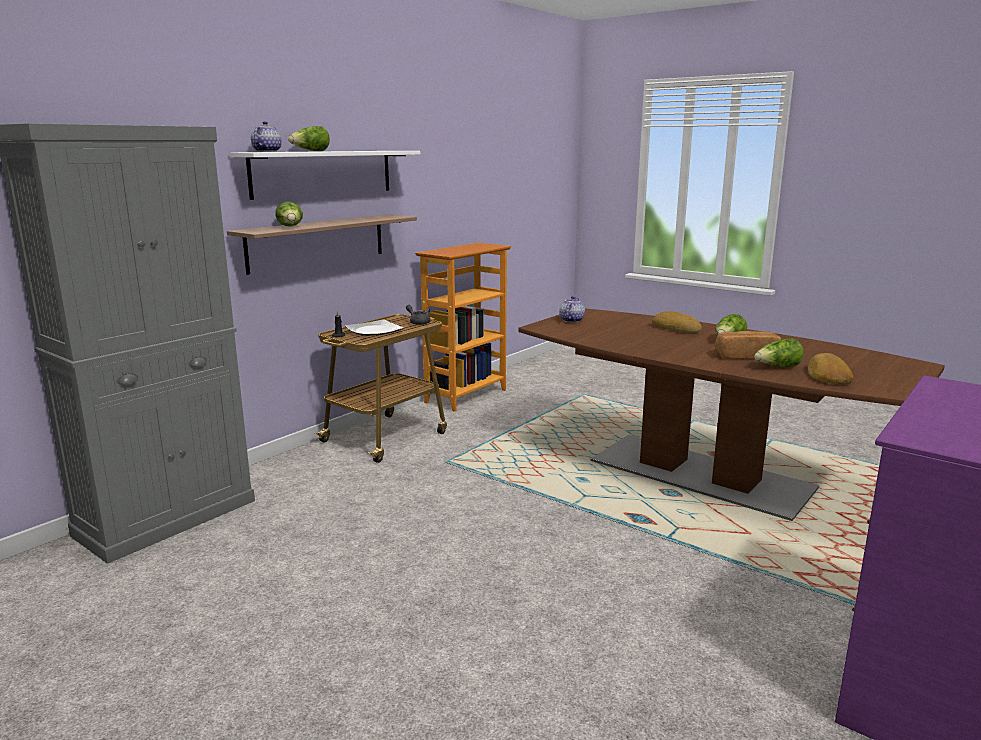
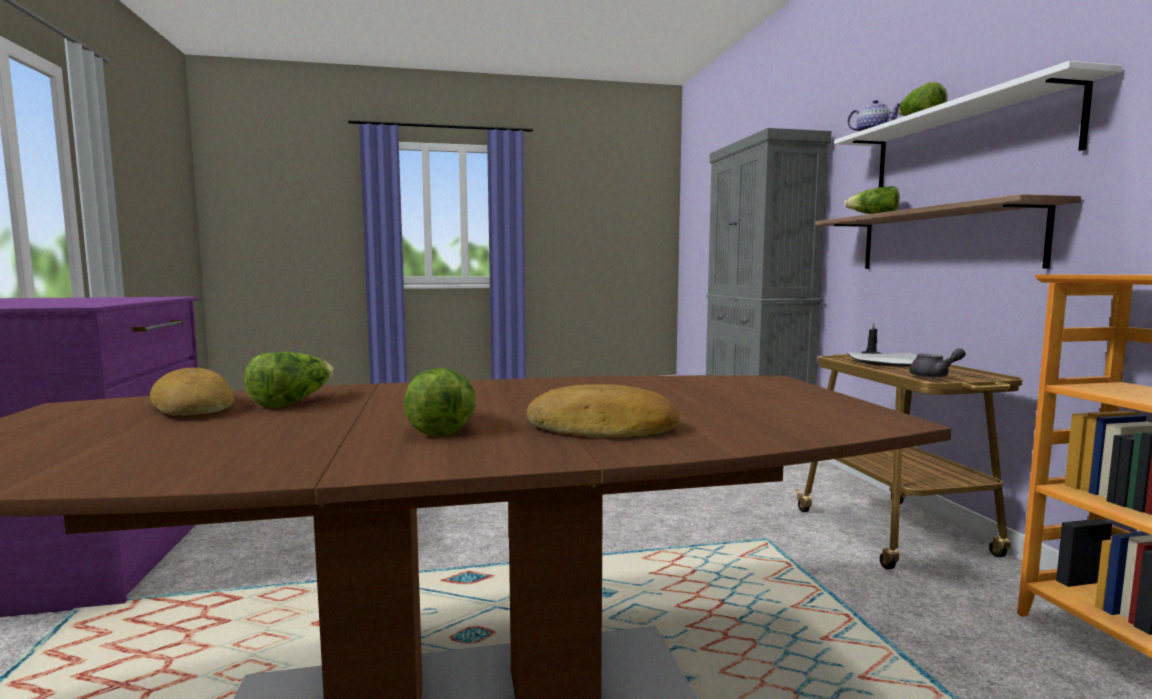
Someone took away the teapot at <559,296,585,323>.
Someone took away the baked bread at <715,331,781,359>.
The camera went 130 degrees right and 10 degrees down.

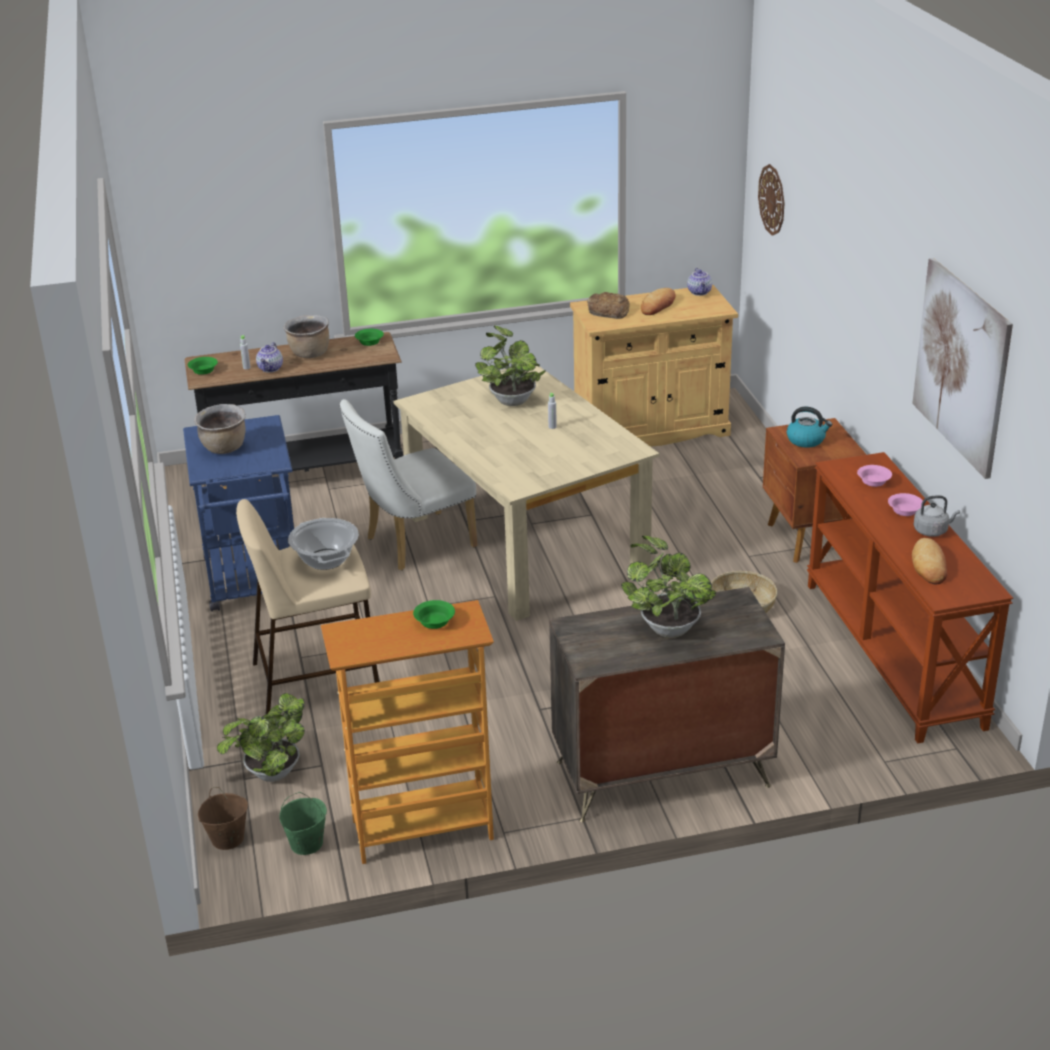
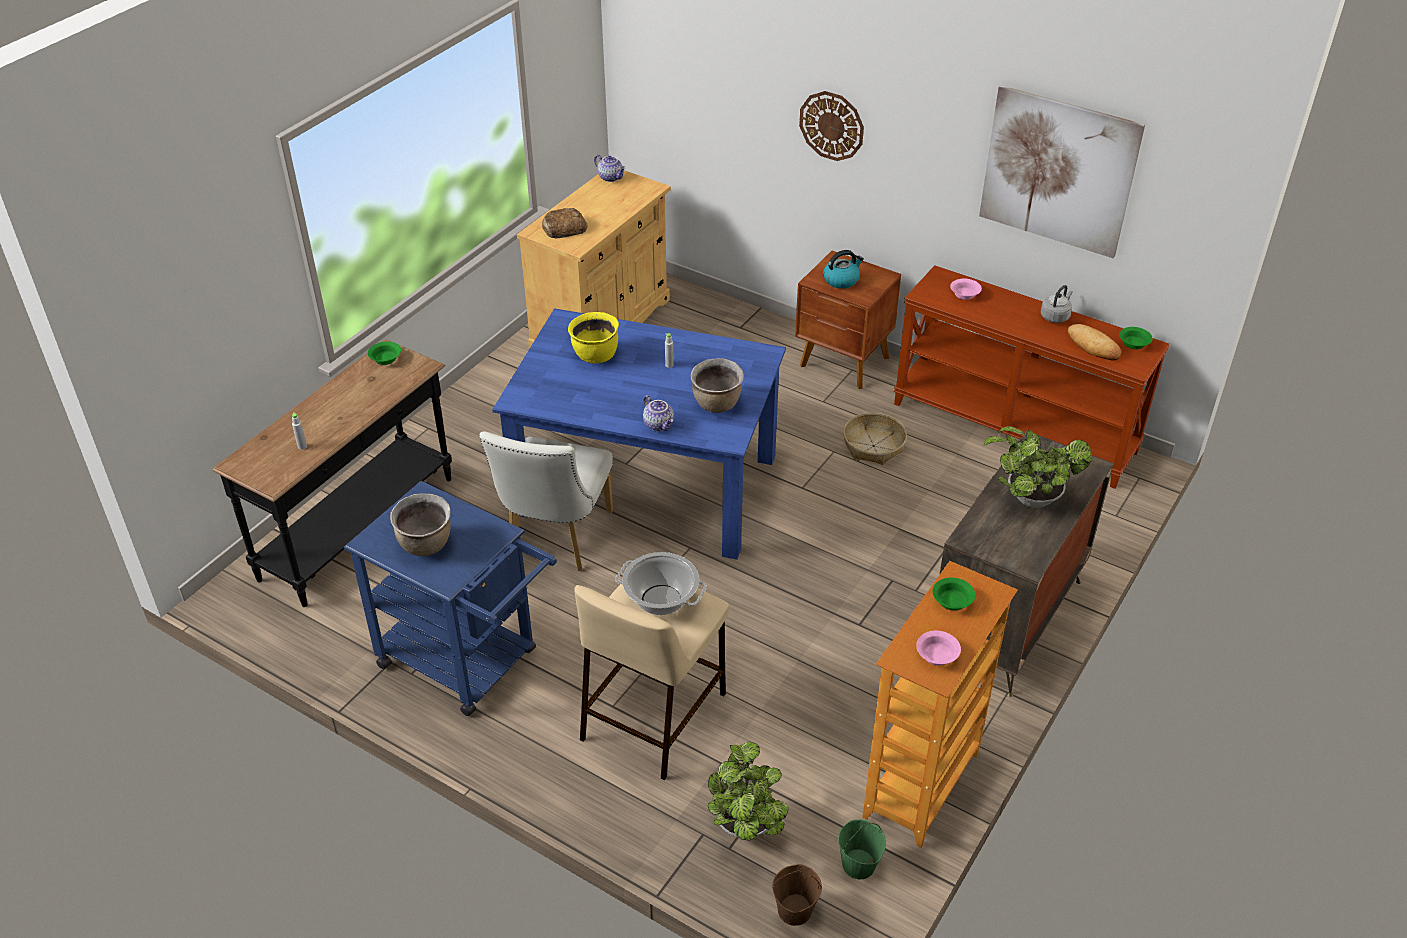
Someone carried the serving bowl in greenish from <188,357,218,375> to <1119,327,1153,349>.
Someone carried the teapot from <256,342,283,373> to <643,395,674,431>.
Someone carried the stockpot in brown-coloured from <283,315,329,358> to <691,358,744,413>.
Someone repainted the kitchen table in beige-coloured at <393,366,660,621>, which became the kitchen table in blue at <492,308,786,560>.
Someone swapped the plant in a pot at <475,326,545,406> for the stockpot in yellow at <568,312,619,364>.
Someone took away the baked bread at <641,288,676,315>.
Someone carried the wall clock from <758,164,784,236> to <799,91,864,161>.
Someone carried the serving bowl in pink from <888,493,923,516> to <916,631,961,666>.
The camera went 45 degrees left and 10 degrees up.

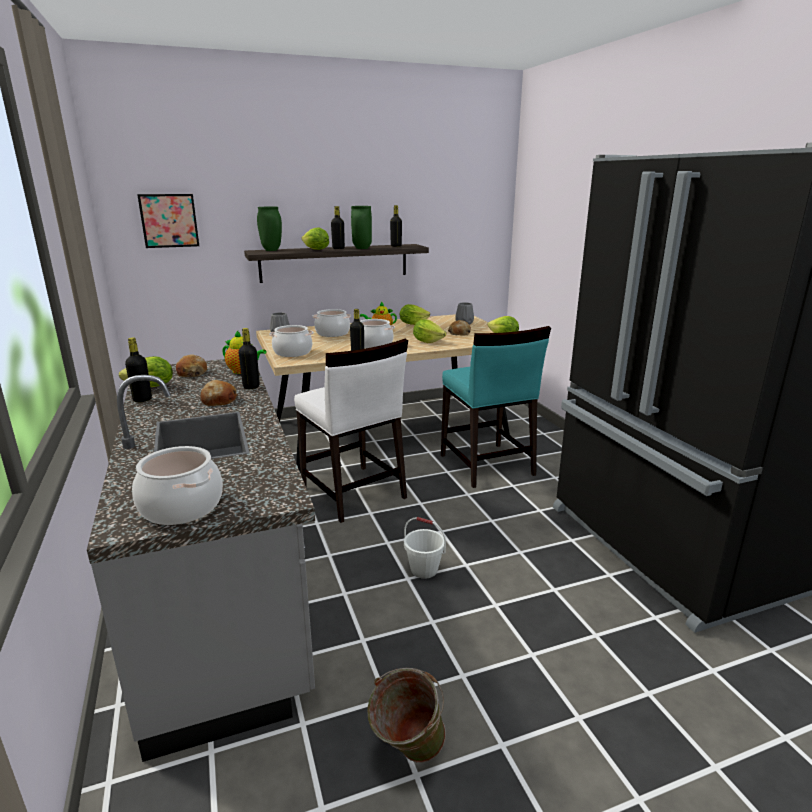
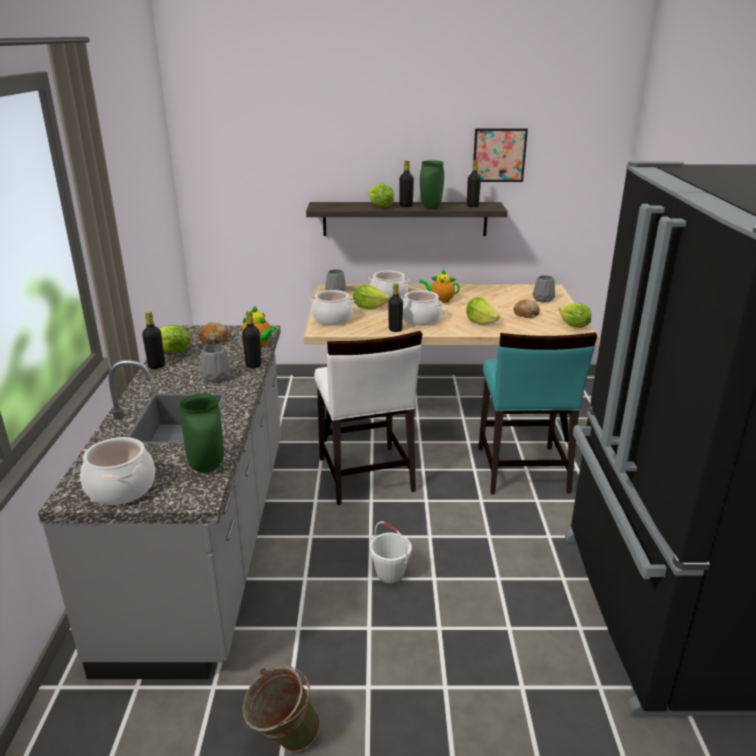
Someone carried the wall picture from <137,194,199,248> to <473,128,528,182>.
Someone swapped the baked bread at <200,380,238,406> for the flower vase in grey at <201,345,231,383>.
Someone carried the flower vase in greenish from <257,207,282,251> to <179,394,224,473>.
Someone carried the head of lettuce from <400,304,430,325> to <353,284,390,310>.
The camera went 20 degrees right and 5 degrees up.

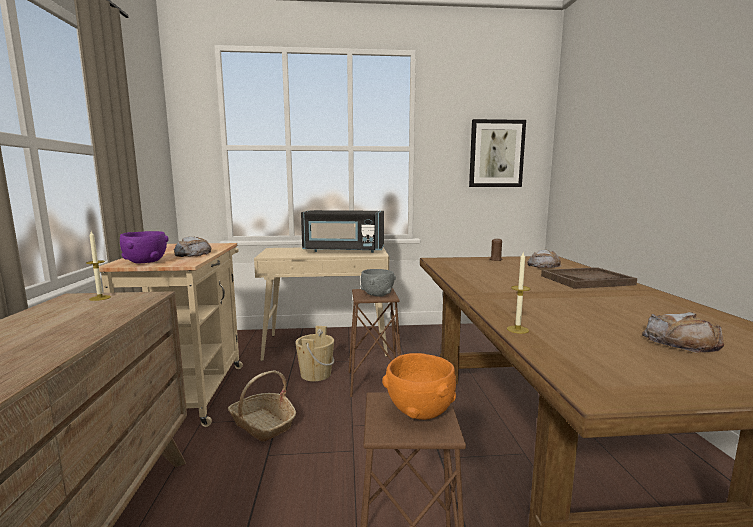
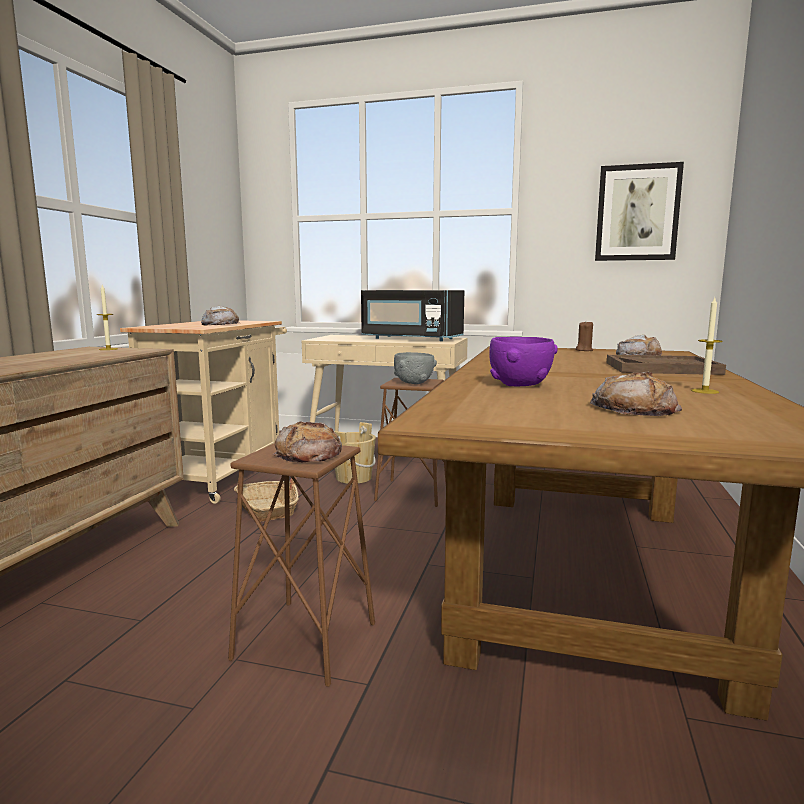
Someone carried the serving bowl in purple-coloured from <120,231,169,264> to <489,337,558,386>.
Someone swapped the serving bowl in orangey at <382,353,456,420> for the baked bread at <272,421,342,462>.
Someone carried the candle from <507,253,530,334> to <691,298,723,394>.
The camera went 20 degrees right and 0 degrees up.

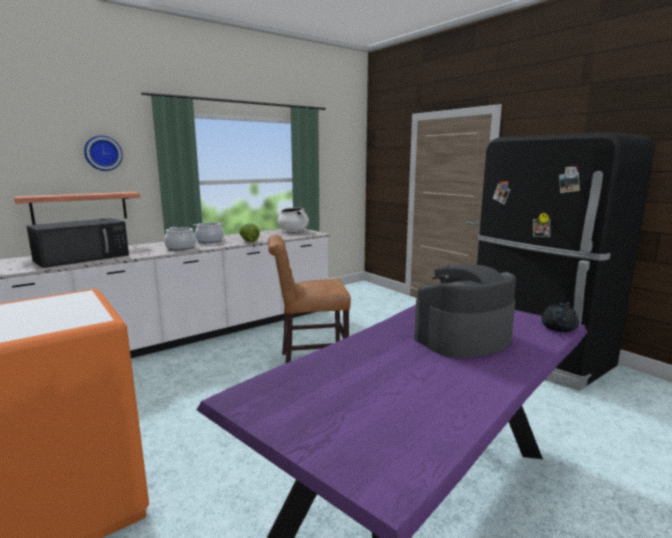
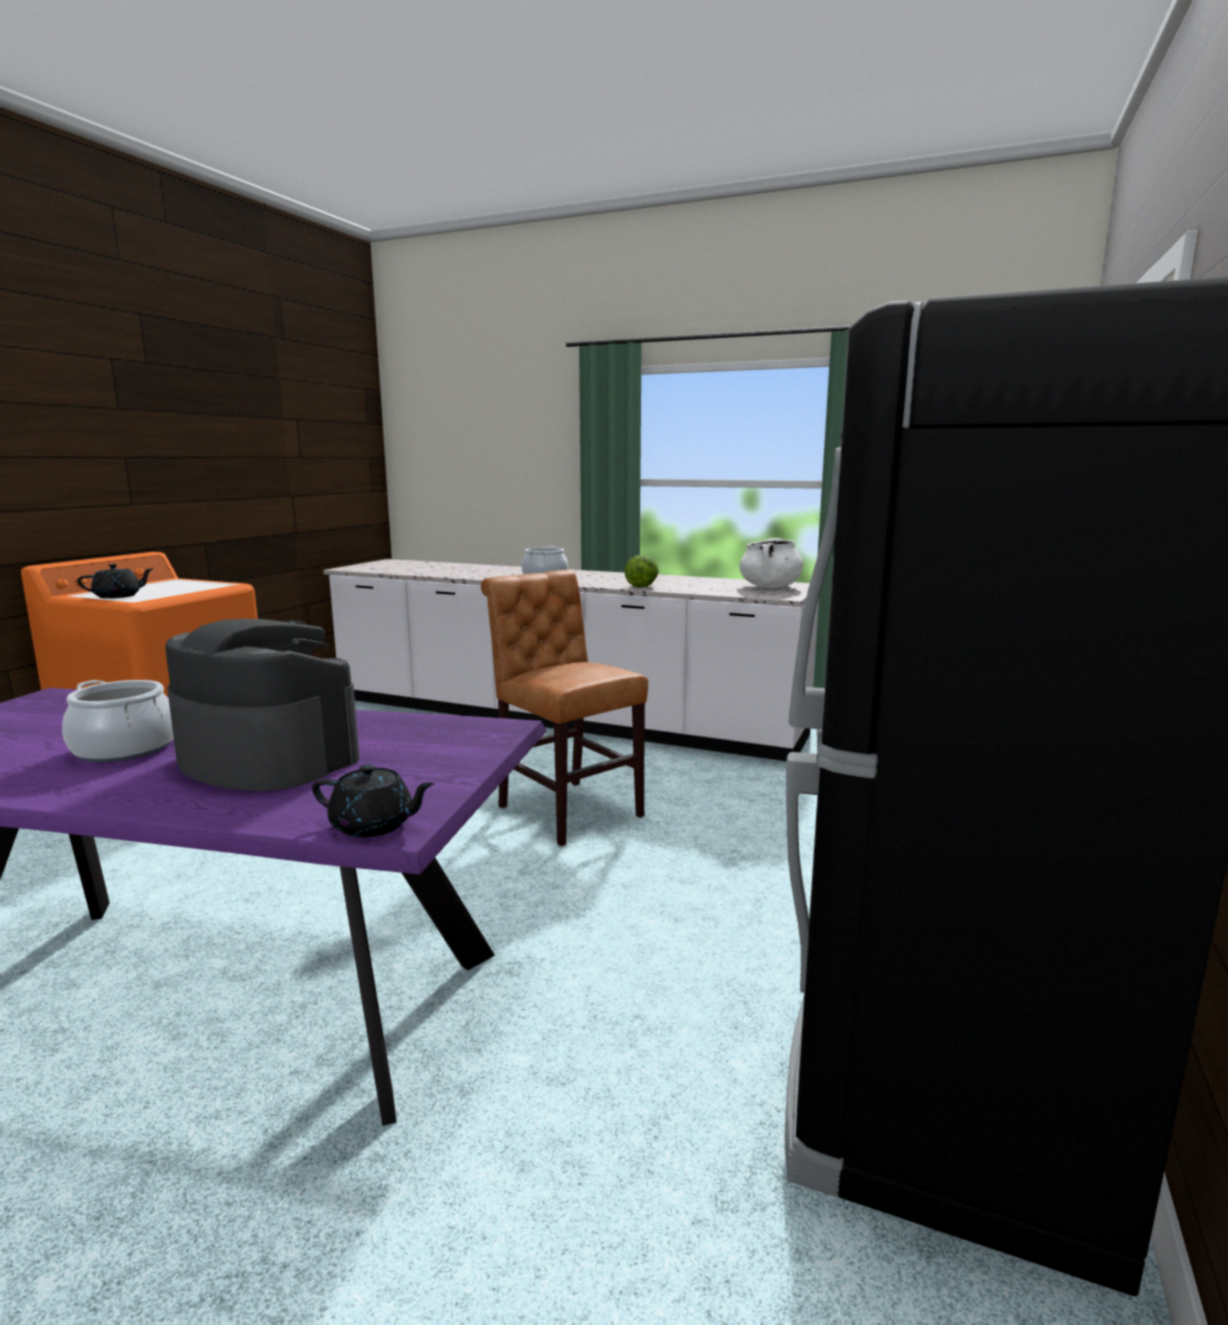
Someone took away the shelf at <14,192,140,225>.
Someone took away the microwave oven in black at <26,218,129,268>.
Someone took away the wall clock at <84,135,123,171>.
Someone carried the stockpot from <193,222,224,243> to <62,680,174,762>.
Someone put down the teapot in black at <77,564,154,599>.
The camera went 60 degrees right and 0 degrees up.

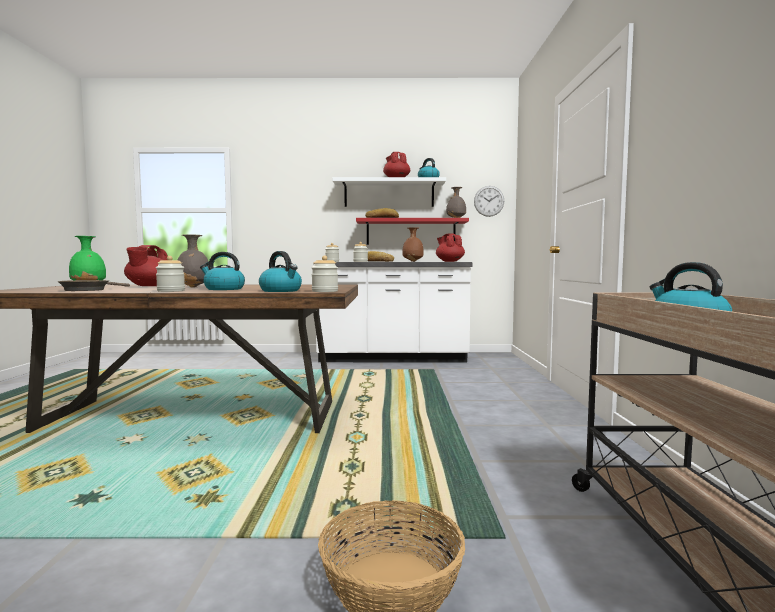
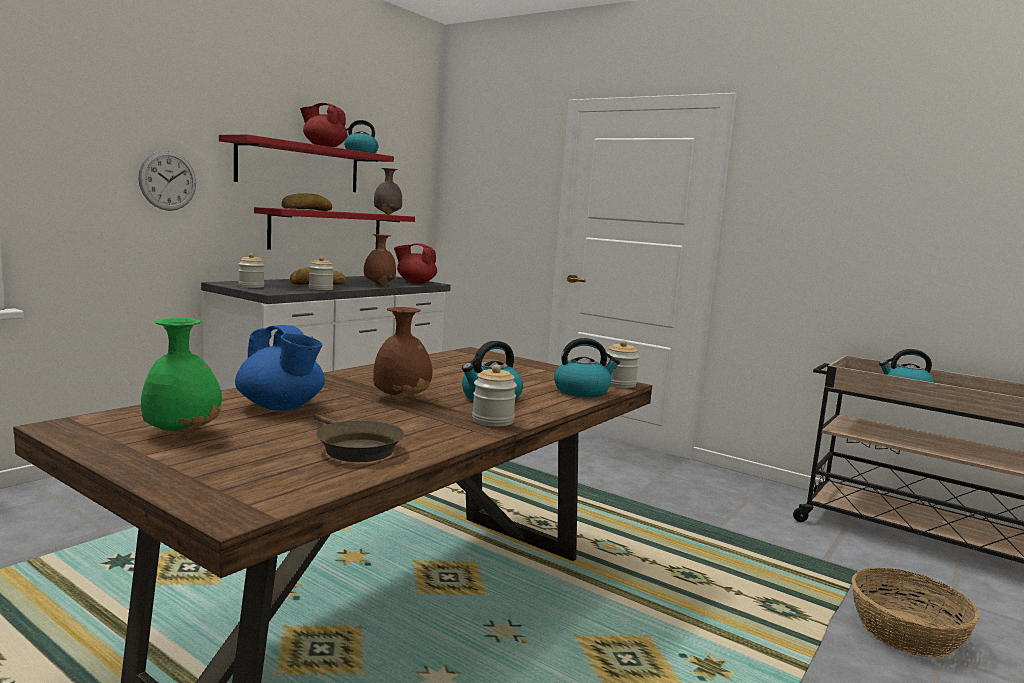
Someone repainted the teapot in reddish at <124,245,168,286>, which became the teapot in blue at <235,325,325,411>.
Someone repainted the flower vase in grey at <178,234,209,288>, which became the flower vase in brown-coloured at <373,307,433,400>.
Someone repainted the shelf in white at <332,177,446,207>, which became the shelf in reddish at <219,134,394,192>.
Someone carried the wall clock from <474,186,504,217> to <138,151,196,211>.
The camera went 55 degrees left and 5 degrees up.

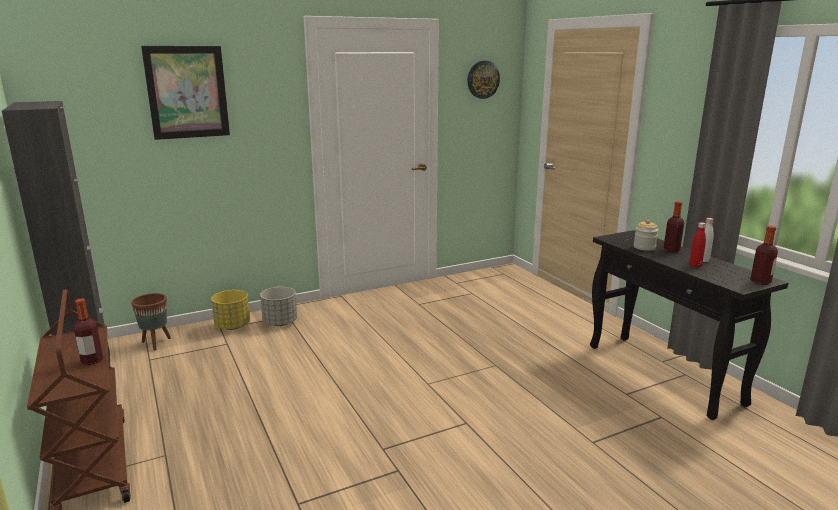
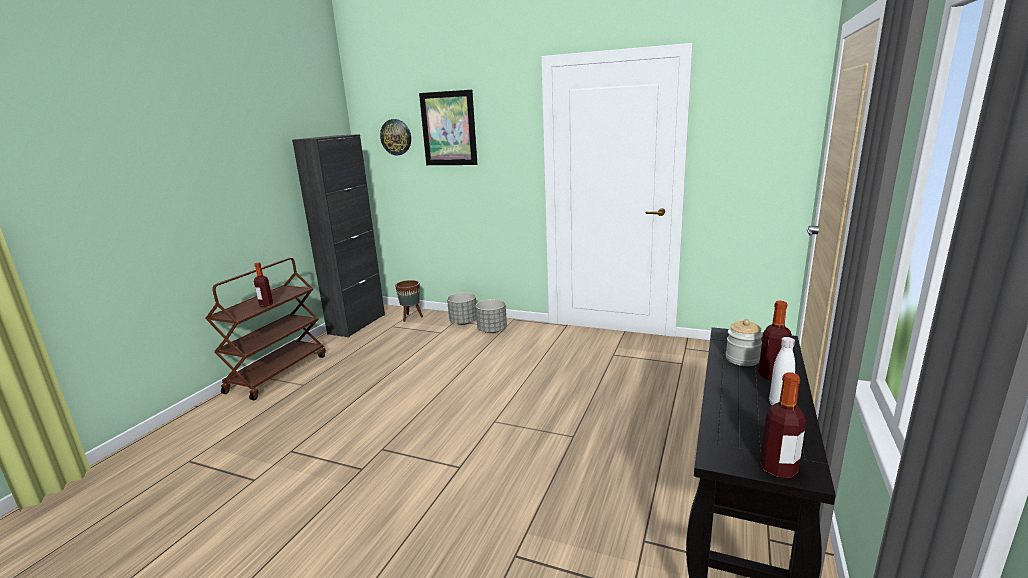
Someone repainted the planter in yellow at <211,290,250,330>, which became the planter in grey at <447,292,477,325>.
Someone carried the wall clock from <467,61,500,99> to <380,119,411,155>.
Someone took away the beverage bottle in reddish at <689,222,706,268>.
The camera went 50 degrees right and 0 degrees up.

